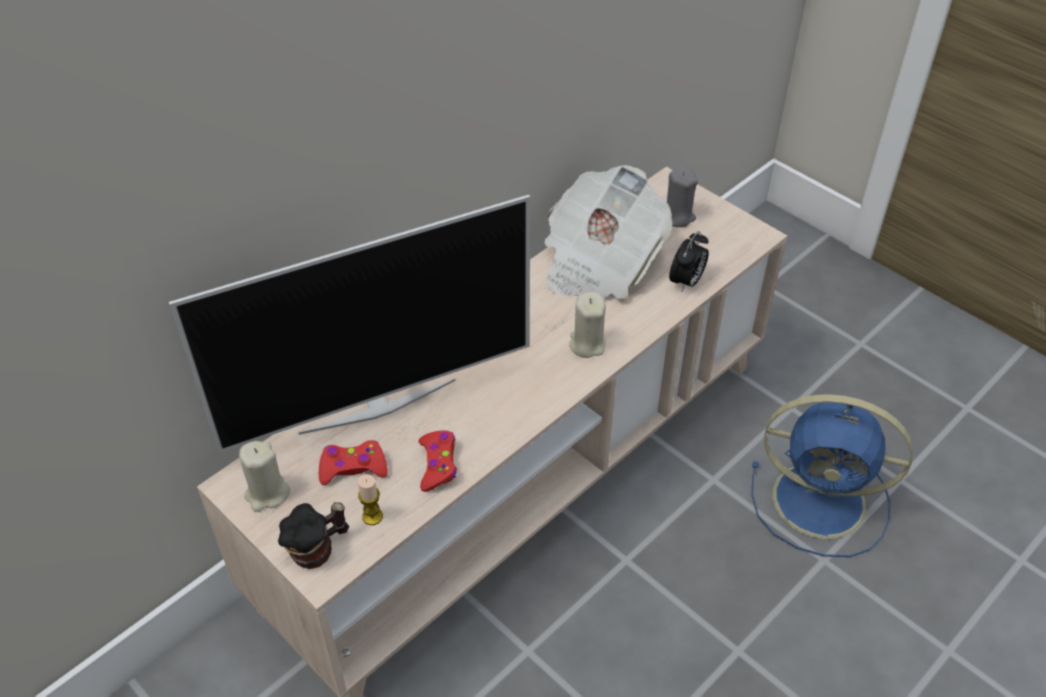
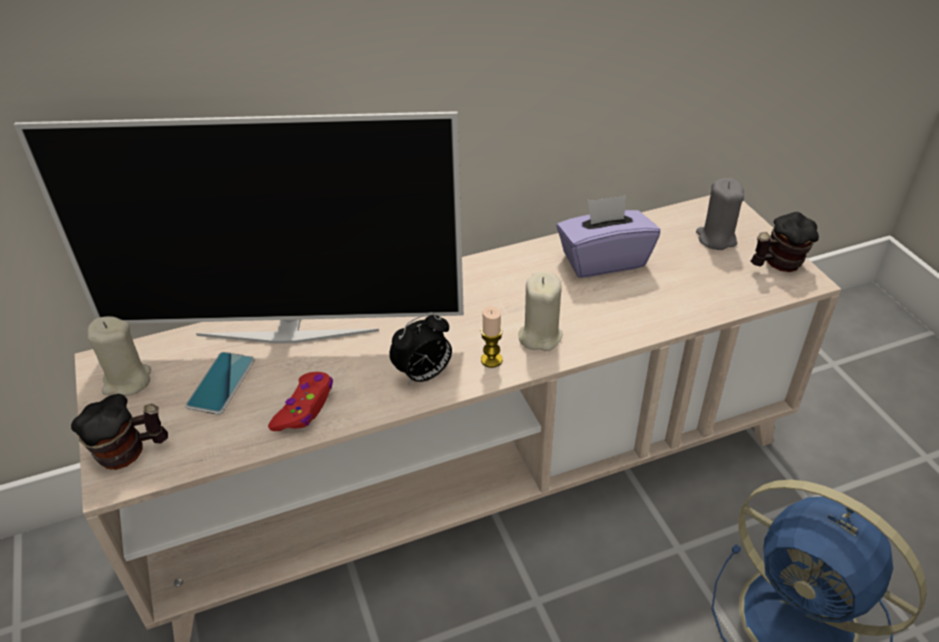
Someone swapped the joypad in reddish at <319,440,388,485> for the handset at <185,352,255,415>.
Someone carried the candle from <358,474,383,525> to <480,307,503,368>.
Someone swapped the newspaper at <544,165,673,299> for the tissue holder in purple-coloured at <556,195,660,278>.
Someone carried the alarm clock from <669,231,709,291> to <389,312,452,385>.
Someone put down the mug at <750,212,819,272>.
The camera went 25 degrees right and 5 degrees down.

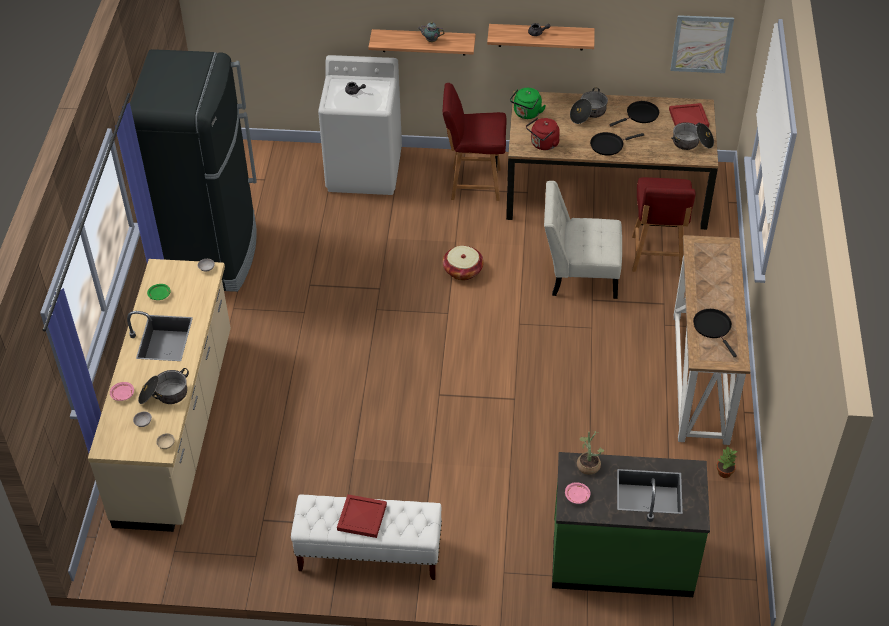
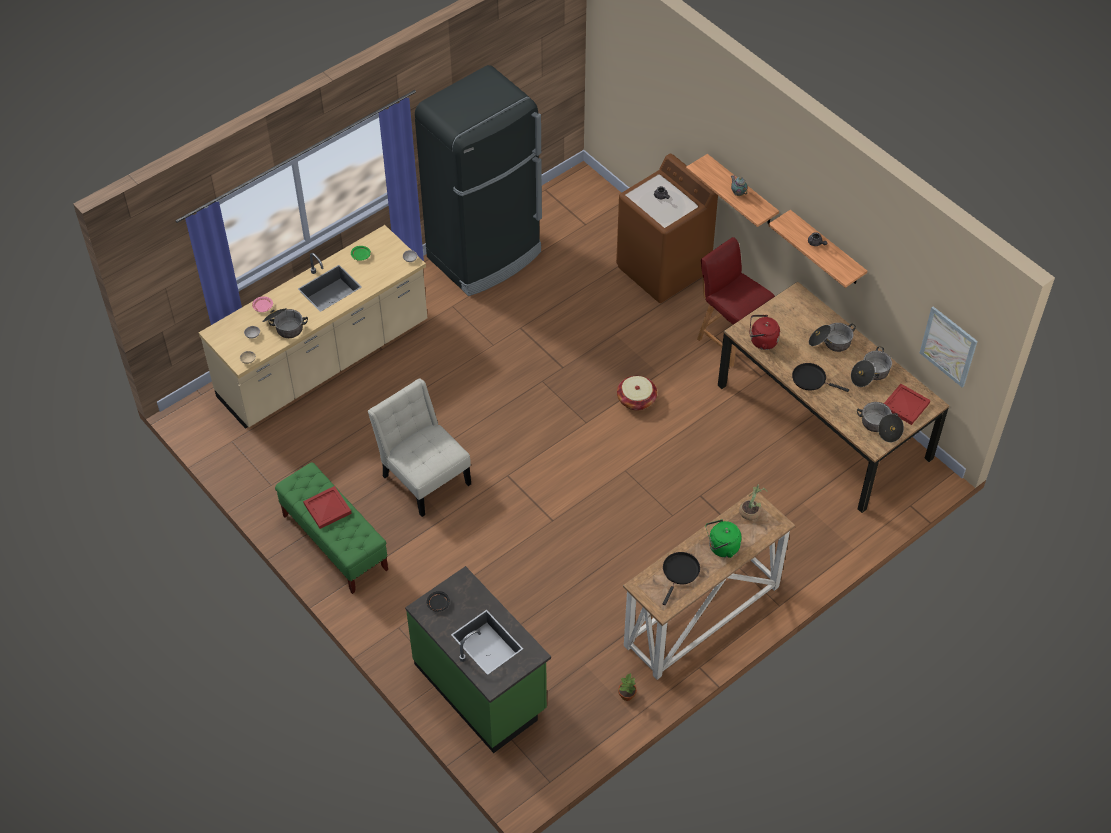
Someone repainted the indoor bench in white at <291,494,442,580>, which became the indoor bench in greenish at <275,462,388,594>.
Someone repainted the washing machine in white at <318,55,402,195>, which became the washing machine in brown-coloured at <616,154,718,303>.
Someone carried the kettle in greenish from <510,88,546,119> to <706,519,742,558>.
Someone carried the upright chair in white from <544,181,622,299> to <368,378,471,517>.
Someone repainted the flat dish in pink at <565,482,591,504>, which became the flat dish in black at <427,591,450,612>.
Someone carried the plant in a pot from <577,431,604,475> to <739,484,768,520>.
Someone swapped the frying pan in black at <609,101,659,126> for the stockpot at <851,346,892,387>.
Someone took away the upright chair in reddish at <632,177,695,272>.
The camera went 45 degrees right and 5 degrees up.

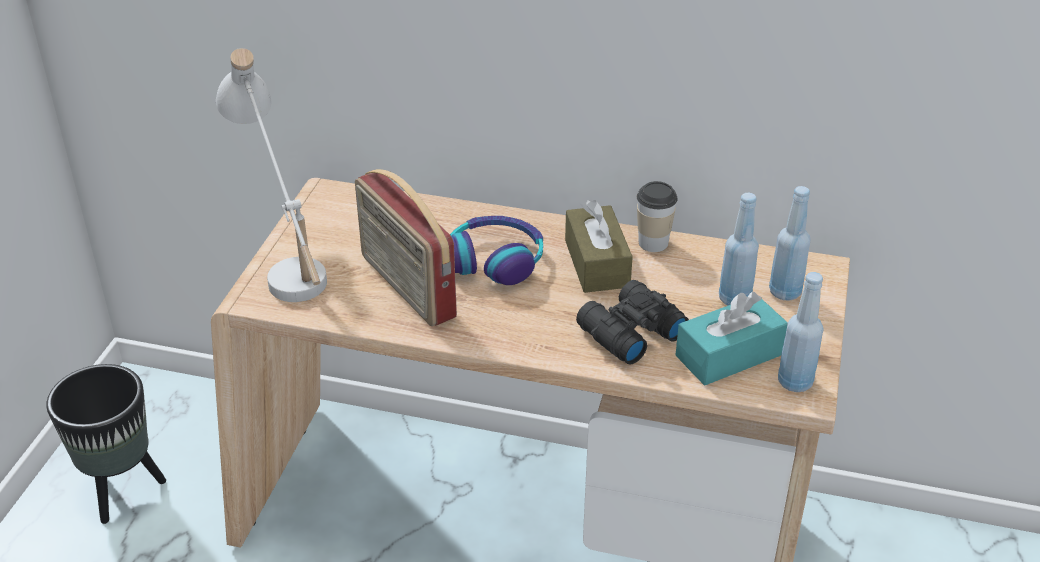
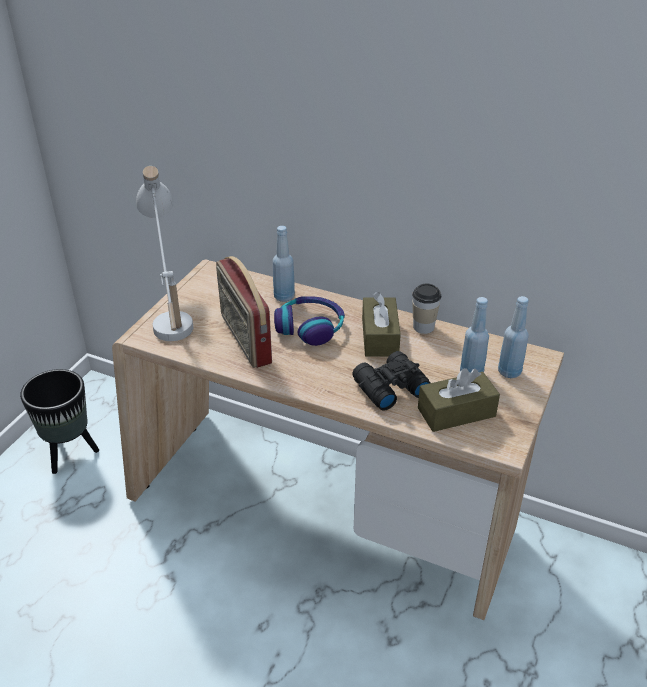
Someone repainted the tissue holder in turquoise-coloured at <675,292,788,386>, which became the tissue holder in brown-coloured at <418,368,500,432>.
Someone carried the beverage bottle in blue from <778,272,823,392> to <273,226,295,302>.
The camera went 10 degrees right and 0 degrees up.

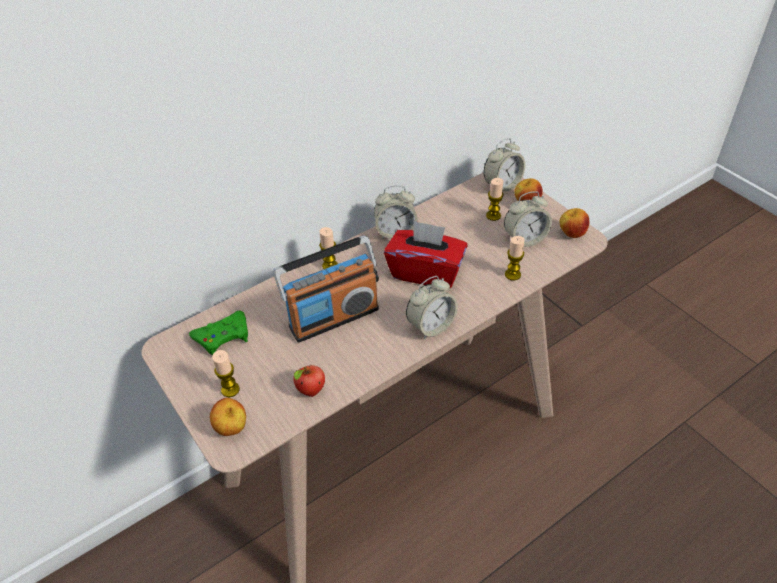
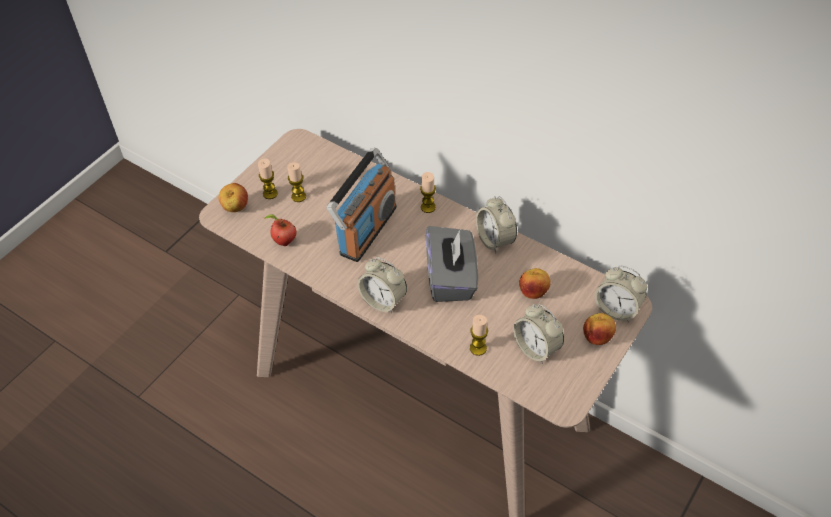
Someone took away the joypad in greenish at <189,311,248,356>.
Someone rotated the radio at <273,235,379,343> by 105 degrees counterclockwise.
Someone repainted the tissue holder in reddish at <384,220,468,289>, which became the tissue holder in grey at <426,226,478,302>.
Someone carried the candle from <486,178,503,221> to <287,162,306,202>.
Someone carried the apple from <560,208,589,238> to <519,268,551,299>.
The camera went 70 degrees right and 5 degrees up.

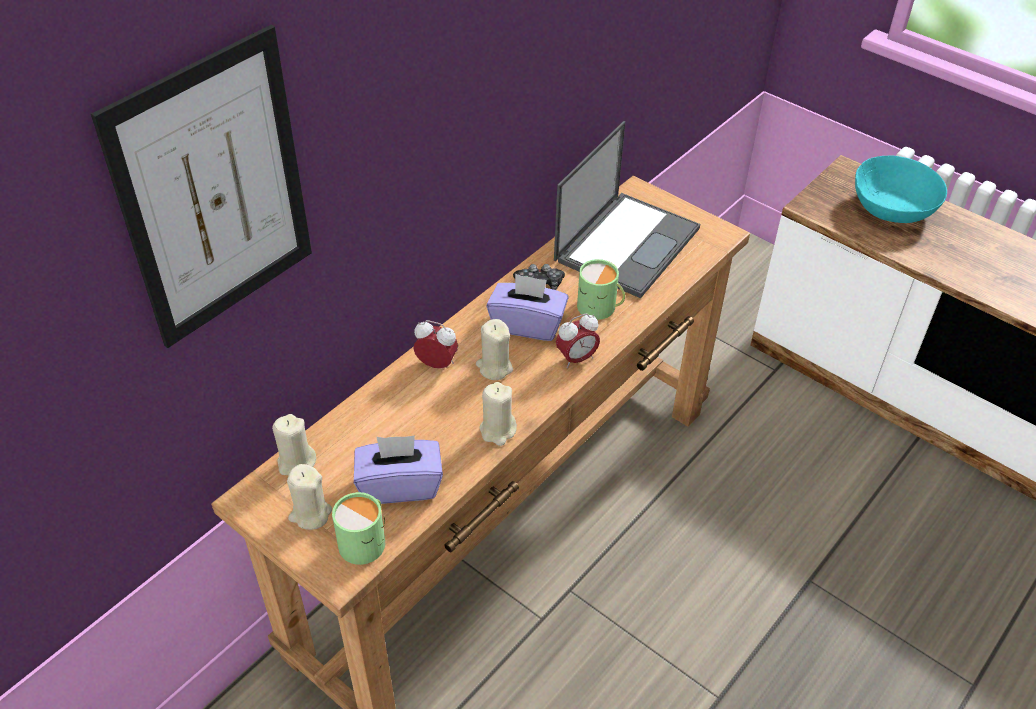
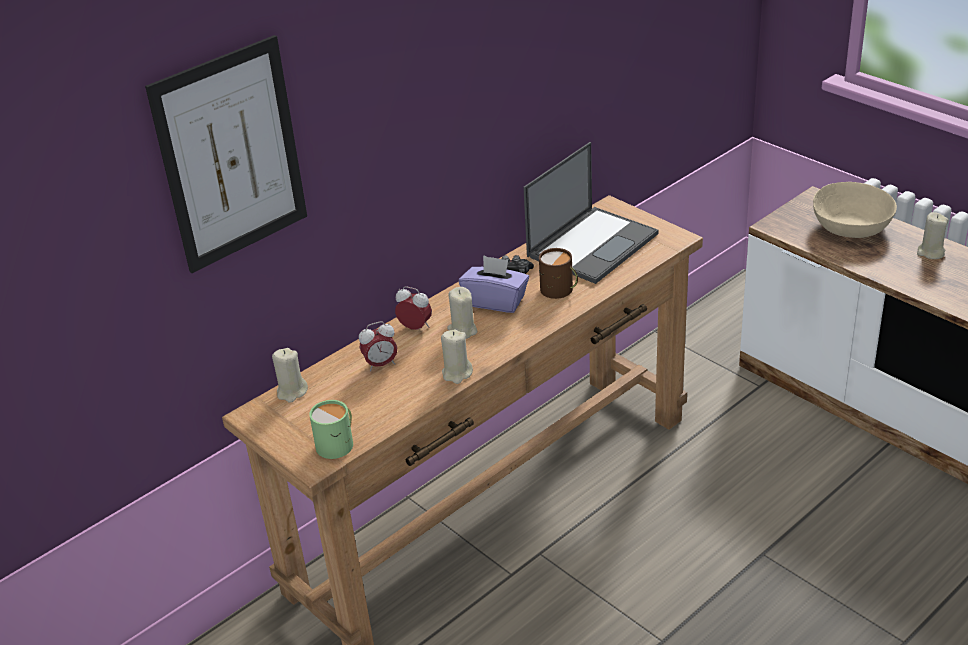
Someone carried the candle in beige-coloured from <287,464,332,530> to <917,212,948,259>.
Someone took away the tissue holder in purple-coloured at <354,436,443,504>.
Someone carried the alarm clock from <556,313,600,368> to <359,321,397,372>.
Someone repainted the mug in greenish at <577,259,625,320>, which became the mug in brown-coloured at <539,248,578,299>.
Someone repainted the serving bowl in turquoise-coloured at <855,156,947,223>, which became the serving bowl in beige-coloured at <813,182,897,238>.
The camera went 10 degrees right and 10 degrees down.

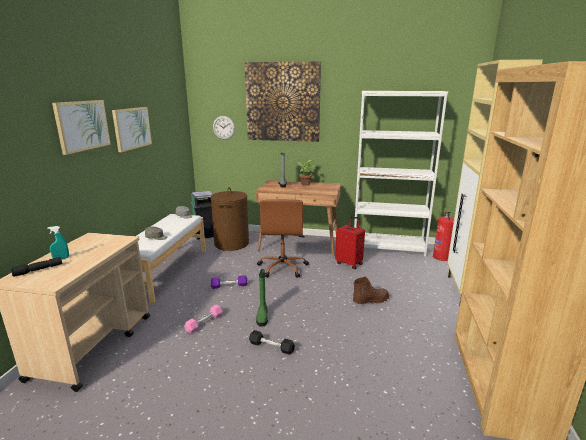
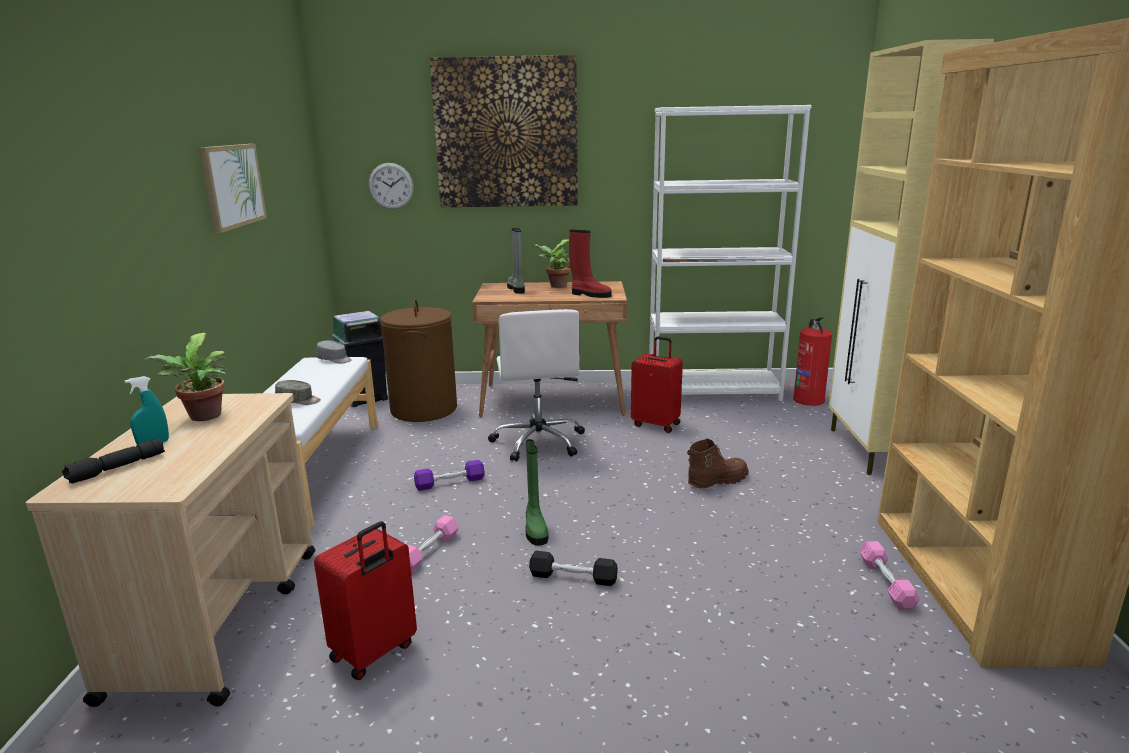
Someone took away the wall picture at <52,100,111,155>.
Someone repainted the desk chair in brown-coloured at <257,199,309,278>, which became the desk chair in white at <488,309,585,462>.
Someone put down the plant in a pot at <144,333,228,421>.
Someone put down the piece of luggage in reddish at <314,521,417,680>.
Someone put down the high-top boot in reddish at <569,230,612,298>.
Someone put down the dumbbell in pink at <859,541,920,610>.
The camera went 10 degrees left and 0 degrees up.

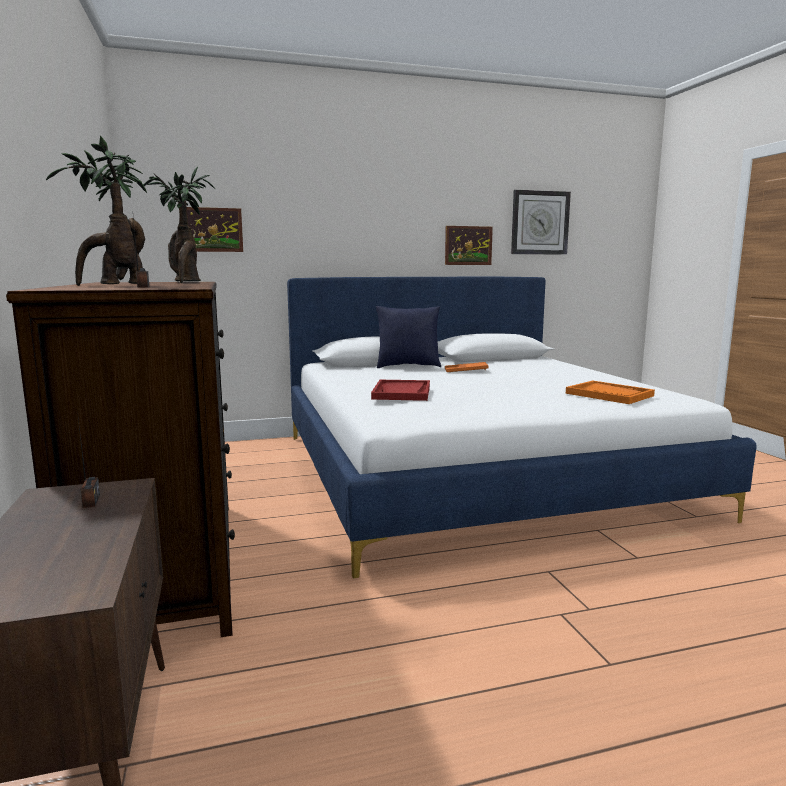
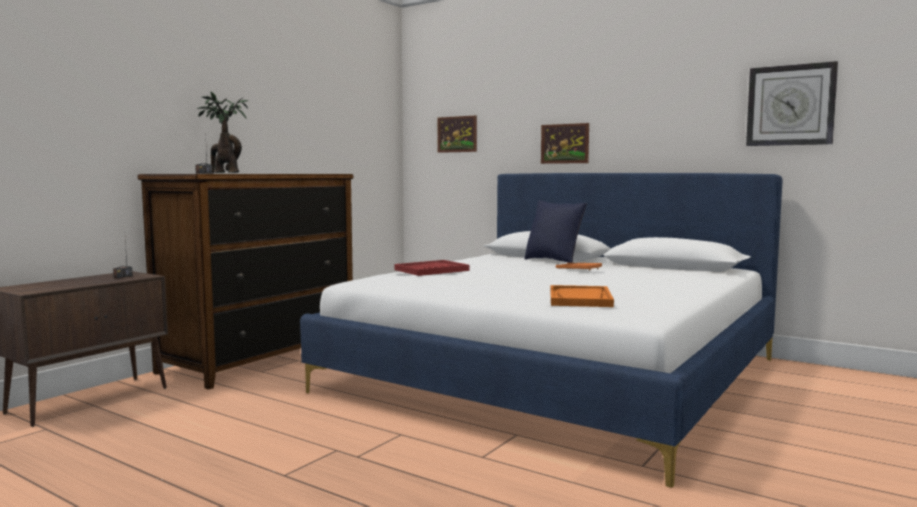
Someone took away the plant in a pot at <143,167,215,283>.
Someone carried the wall picture from <445,226,493,265> to <541,123,589,164>.
The camera went 50 degrees right and 5 degrees down.

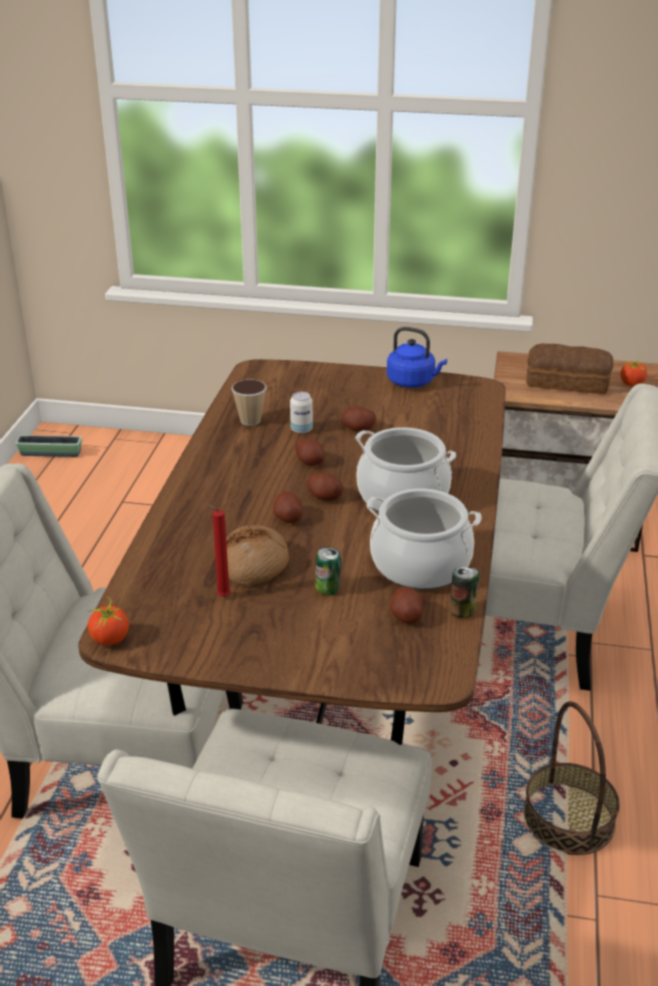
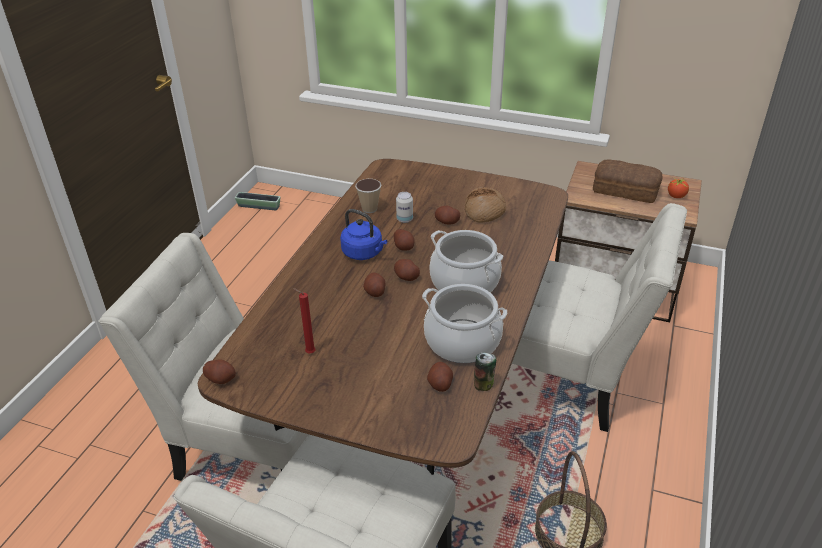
Someone swapped the tomato at <87,597,129,645> for the whole potato at <203,359,236,384>.
Someone carried the baked bread from <226,525,289,585> to <465,187,506,223>.
Someone took away the metal can at <315,547,341,595>.
Someone carried the kettle in blue from <387,327,447,388> to <340,209,387,260>.
The camera went 10 degrees right and 5 degrees up.

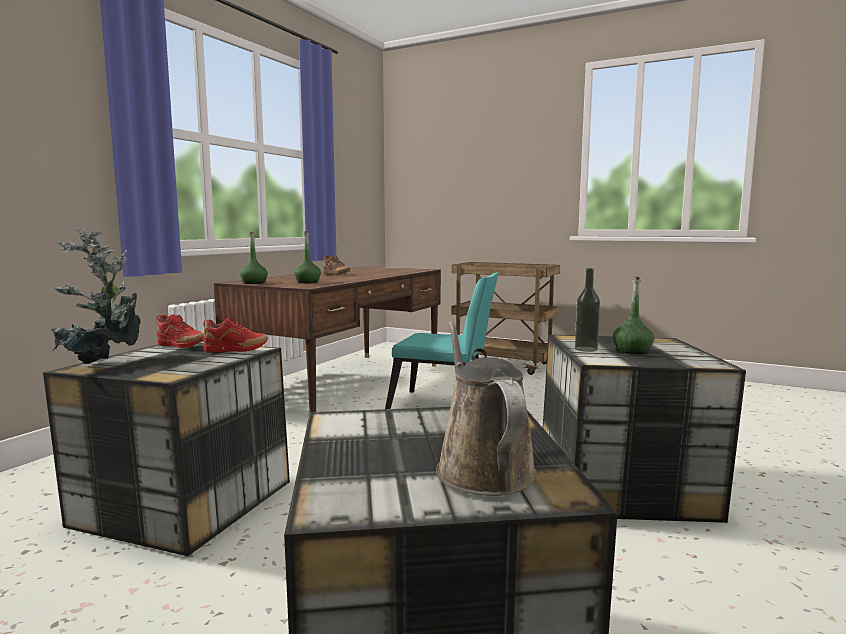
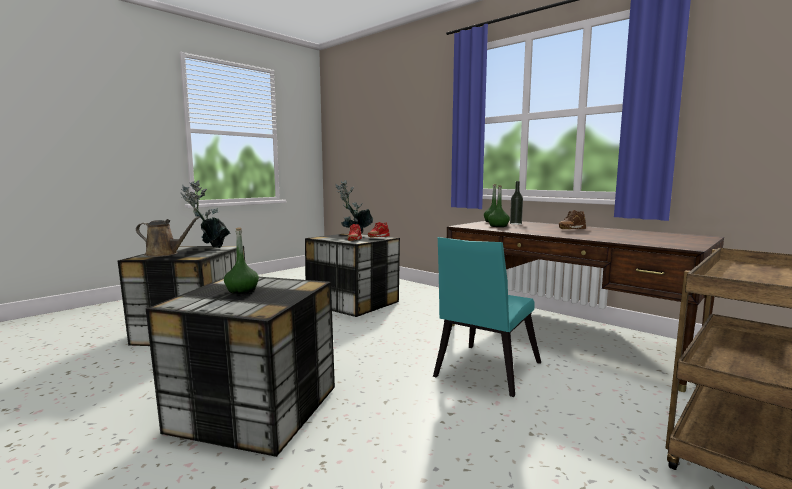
Someone carried the beverage bottle from <575,268,600,352> to <510,181,523,225>.
Someone put down the plant in a pot at <181,180,230,248>.
The camera went 105 degrees right and 0 degrees up.

